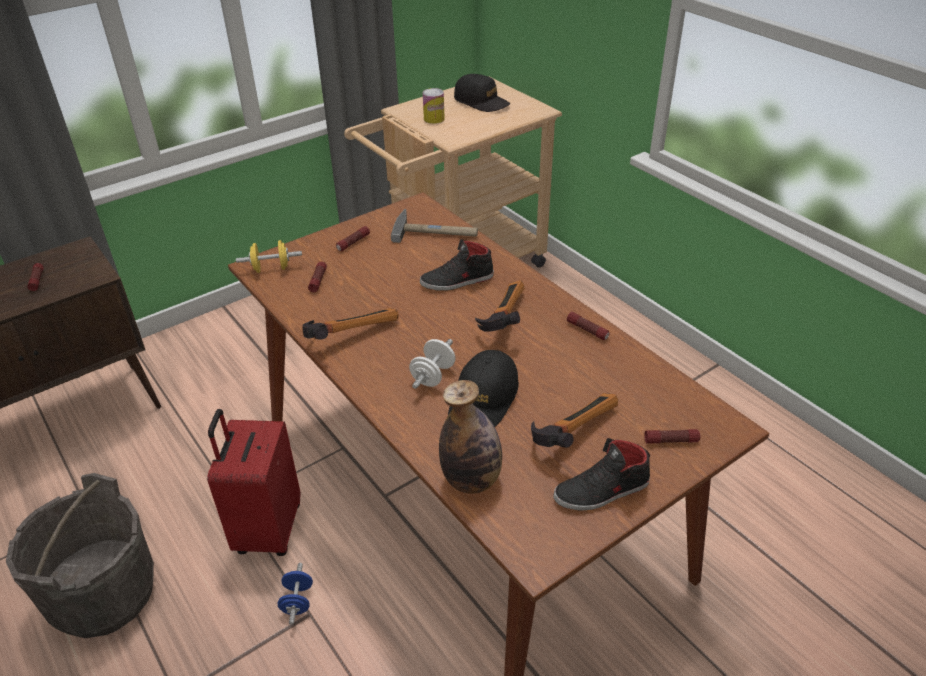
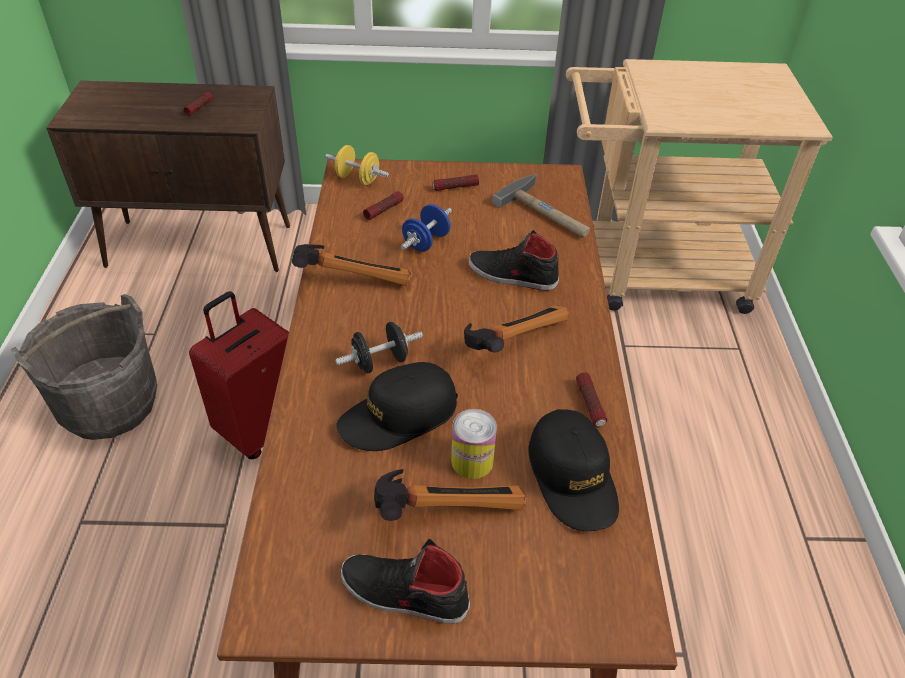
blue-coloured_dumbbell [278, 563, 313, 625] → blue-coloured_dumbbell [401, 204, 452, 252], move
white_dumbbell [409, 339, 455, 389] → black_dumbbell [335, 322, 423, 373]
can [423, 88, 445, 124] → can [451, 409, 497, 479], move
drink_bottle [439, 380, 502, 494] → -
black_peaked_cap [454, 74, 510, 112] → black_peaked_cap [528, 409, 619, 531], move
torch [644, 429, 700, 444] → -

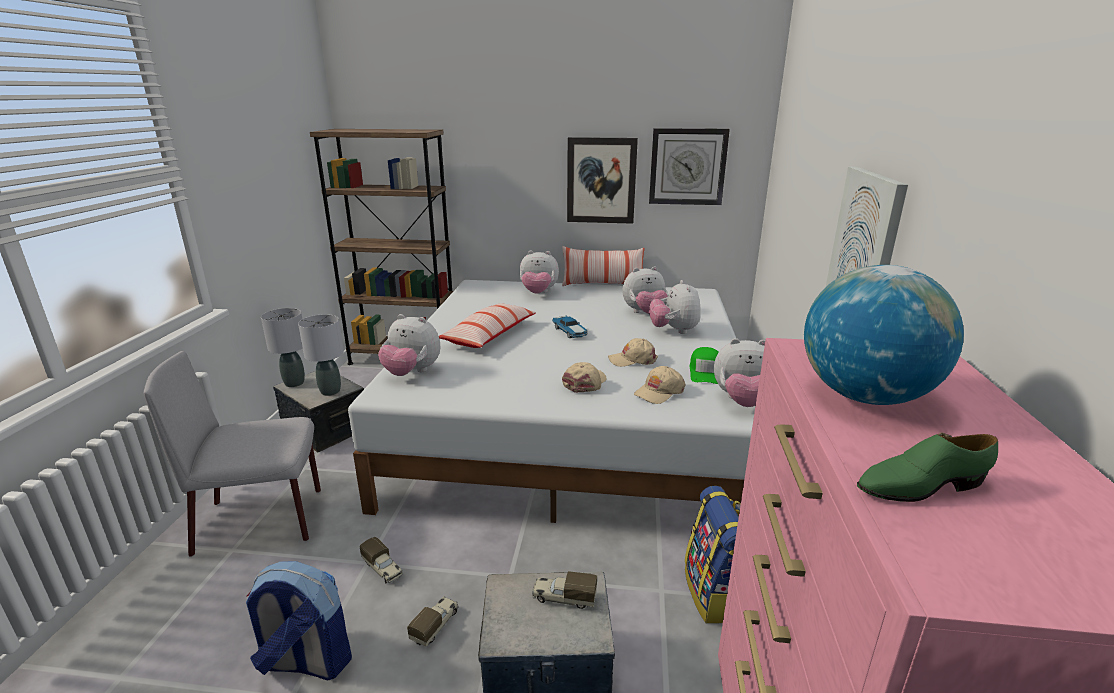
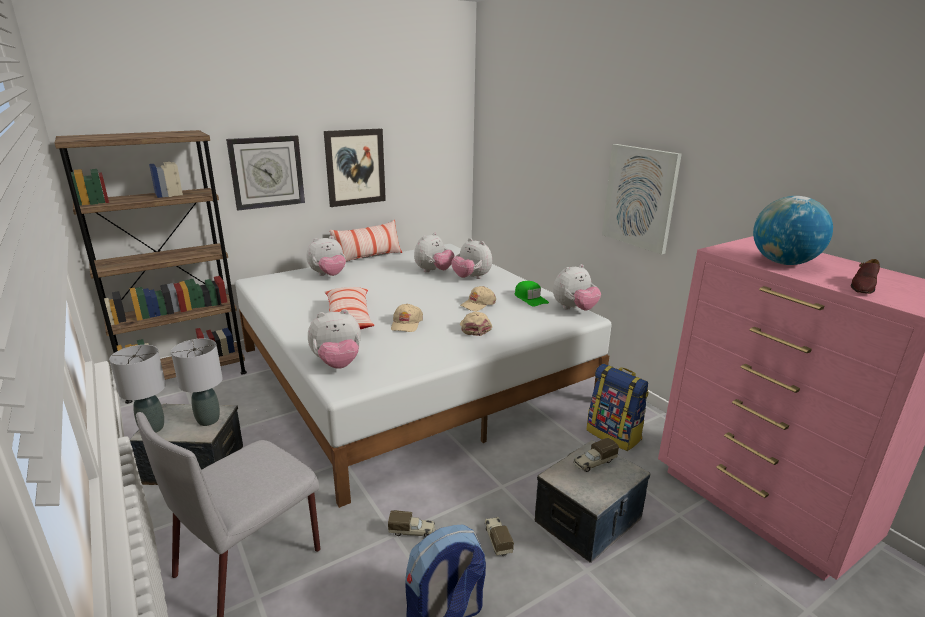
toy_car [552, 316, 588, 338] → -
sand-coloured_peaked_cap [634, 366, 686, 404] → sand-coloured_peaked_cap [391, 303, 423, 332], move
clock_on_the_wall [649, 128, 730, 205] → clock_on_the_wall [226, 136, 305, 210], move
green-coloured_item_of_footwear [857, 432, 998, 502] → brownish_item_of_footwear [851, 259, 880, 294]

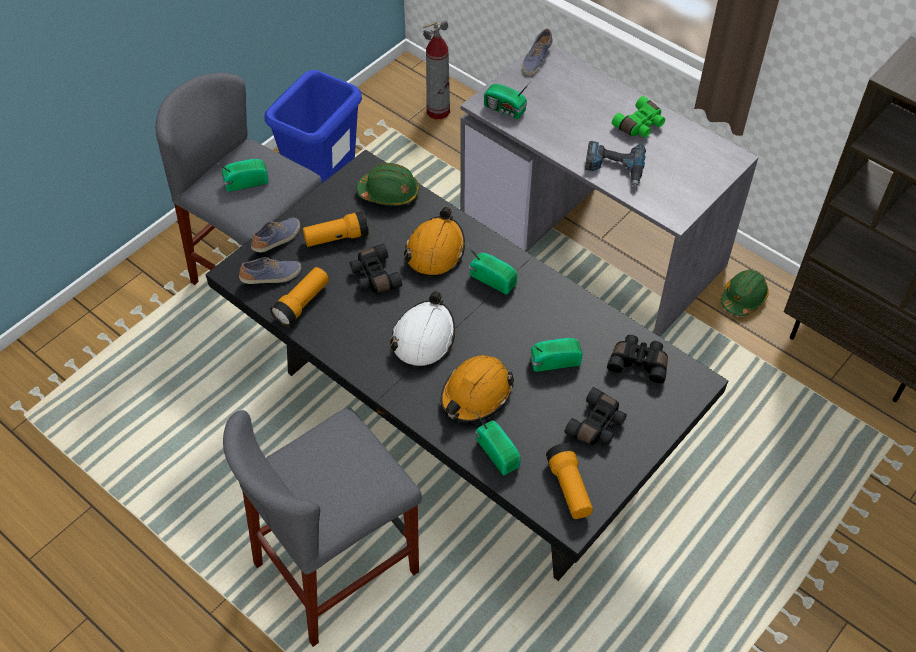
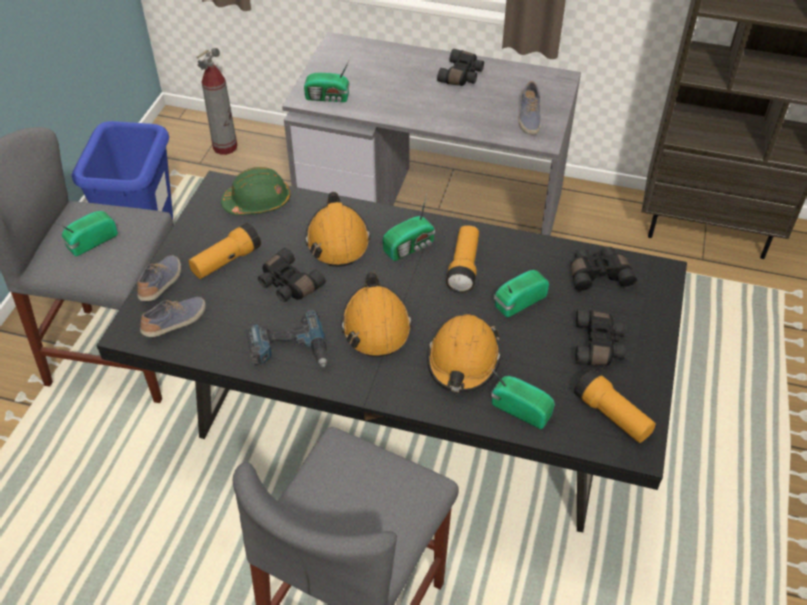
torch [270, 267, 329, 326] → torch [446, 225, 479, 293], move
white_work_helmet [390, 291, 455, 367] → orange_work_helmet [341, 272, 412, 357]
radio_receiver [467, 245, 518, 295] → radio_receiver [383, 194, 435, 261], 135 degrees clockwise
item_of_footwear [522, 29, 553, 76] → item_of_footwear [518, 81, 541, 135], move
drill [585, 141, 646, 187] → drill [246, 310, 327, 368], move
green-coloured_field_glasses [612, 96, 665, 138] → black_field_glasses [437, 49, 484, 86]
green-coloured_work_helmet [721, 269, 769, 316] → -

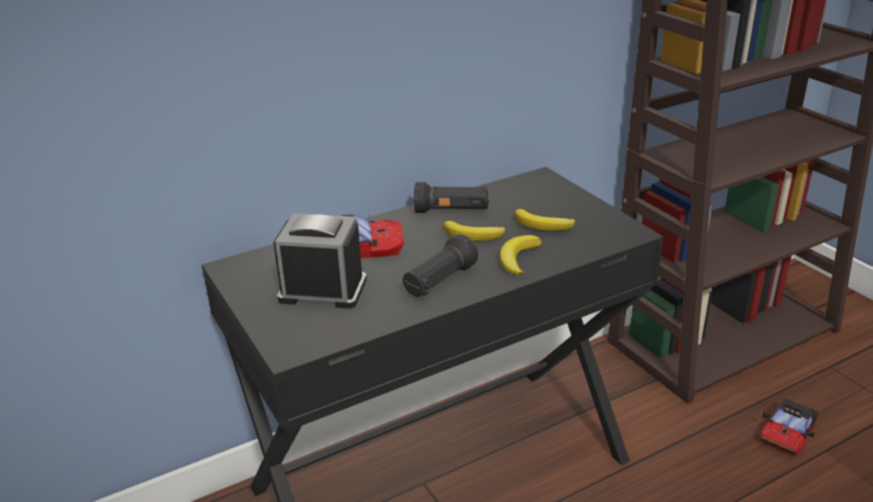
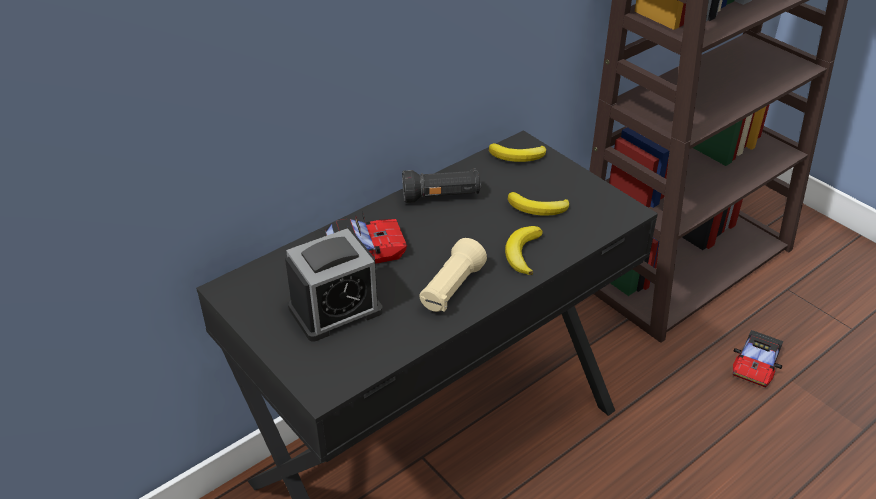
bedside_clock [273, 213, 367, 309] → bedside_clock [285, 228, 383, 342], 150 degrees clockwise
black_torch [403, 234, 478, 297] → sand-coloured_torch [419, 238, 487, 312]
whole_banana [444, 221, 505, 241] → whole_banana [489, 143, 546, 162], move

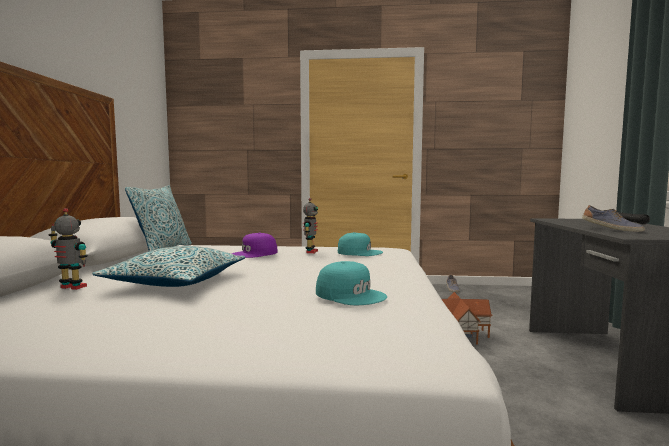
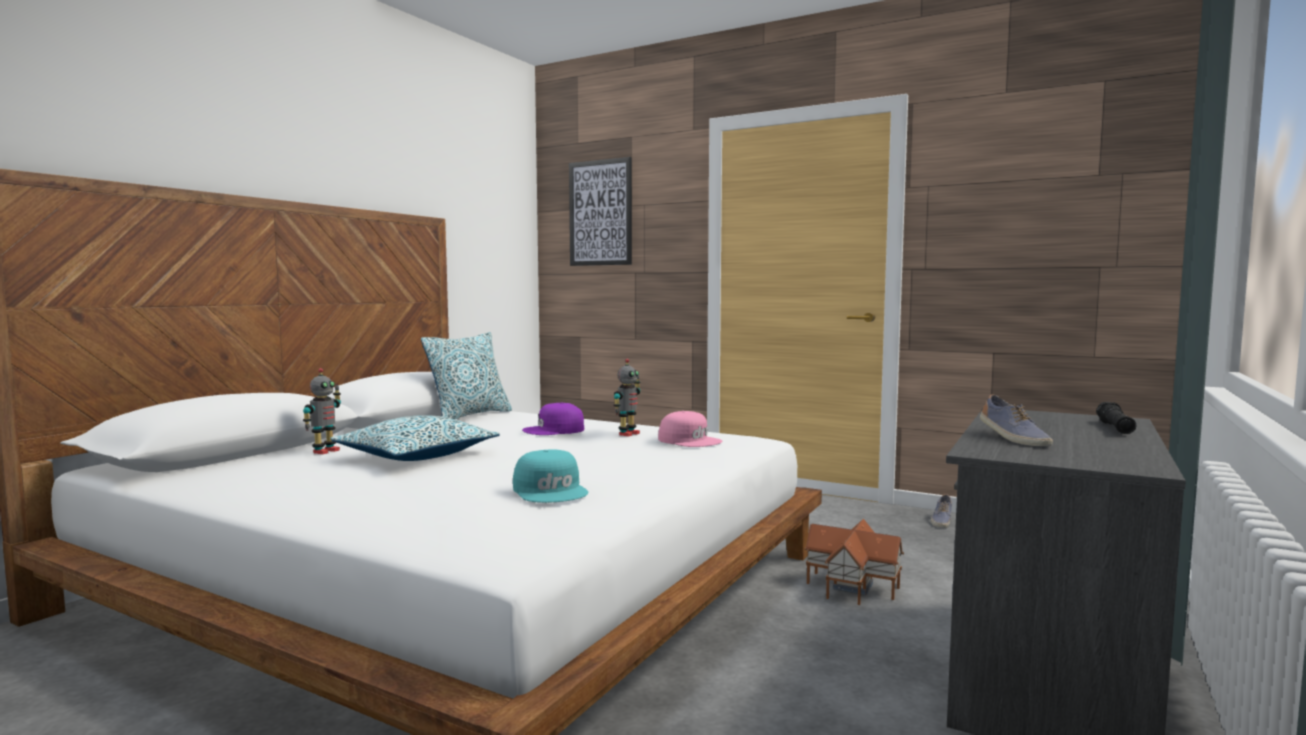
model_robot [49, 208, 88, 290] → model_robot [303, 368, 341, 454], 75 degrees clockwise
blue-green_peaked_cap [338, 232, 383, 256] → pinkish_peaked_cap [658, 411, 722, 447]
- → wall_art [569, 157, 632, 266]

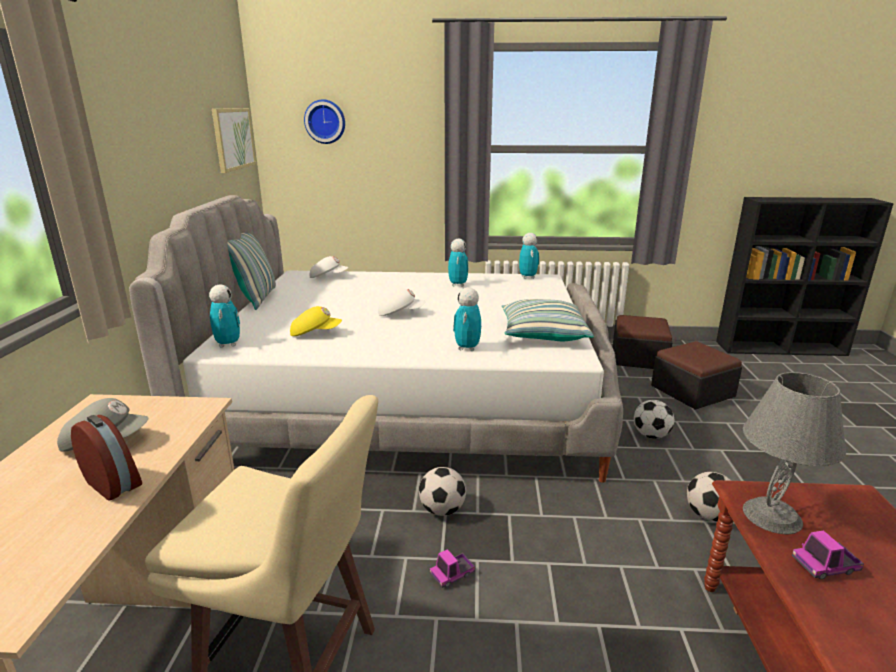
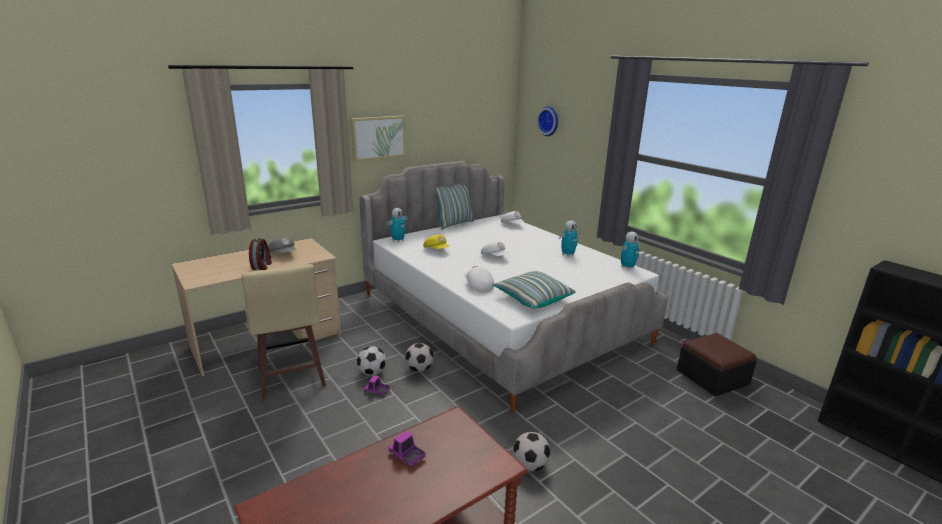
wall_art [212, 108, 256, 173] → wall_art [351, 116, 406, 161], move
model_robot [453, 287, 481, 351] → white_peaked_cap [465, 266, 494, 293]
football [633, 400, 674, 439] → football [357, 346, 386, 376], move
ottoman [651, 341, 742, 410] → -
grey_lamp_for_a_table [743, 372, 846, 534] → -

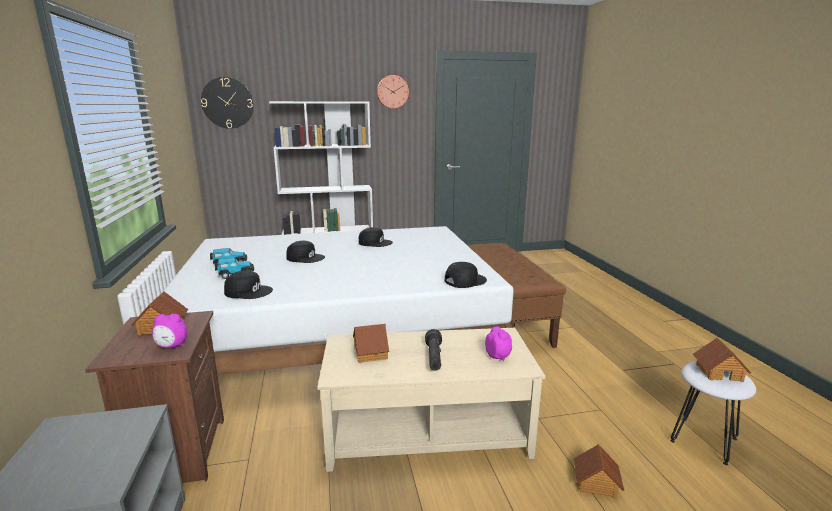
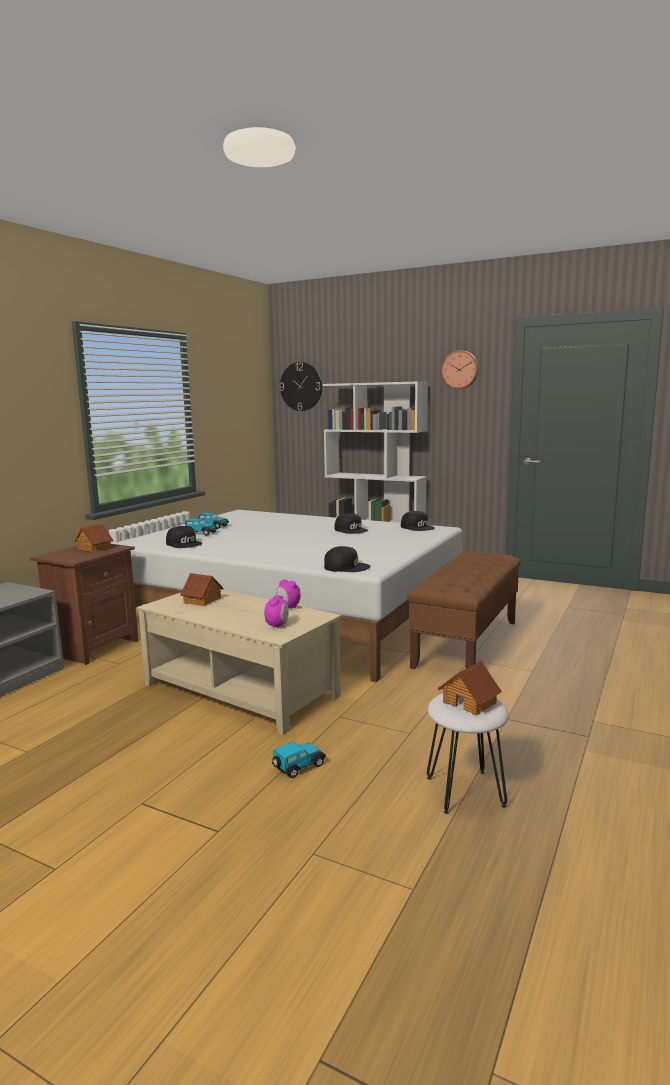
bedside_clock [152, 314, 187, 349] → bedside_clock [276, 580, 301, 609], move
black_peaked_cap [286, 241, 325, 263] → black_peaked_cap [401, 511, 435, 531], move
black_torch [425, 329, 442, 371] → -
miniature_house [574, 444, 624, 498] → toy_car [272, 741, 326, 778]

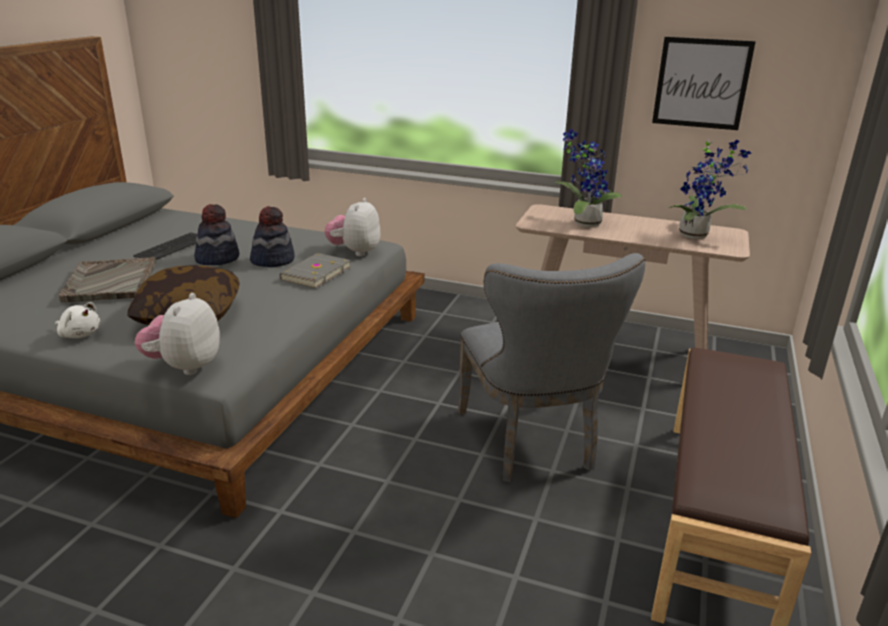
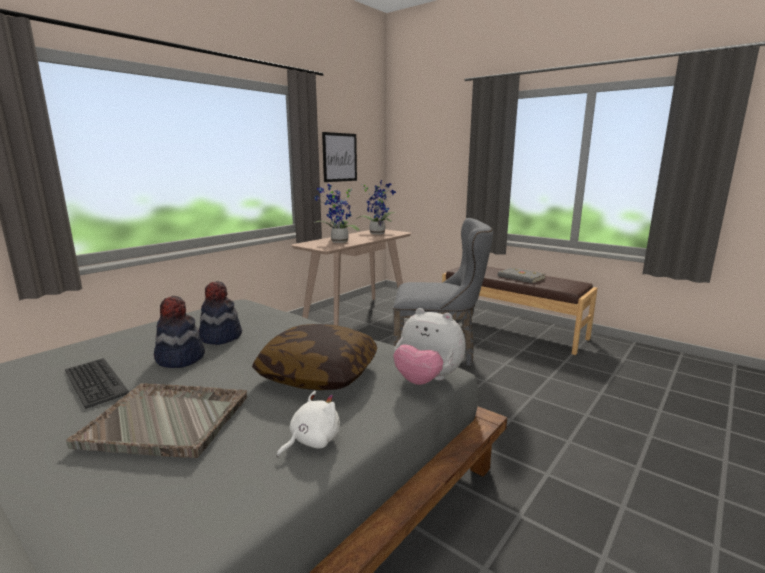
grey_volume [280, 253, 351, 288] → grey_volume [498, 268, 546, 284], move
soft_toy [324, 198, 380, 256] → -

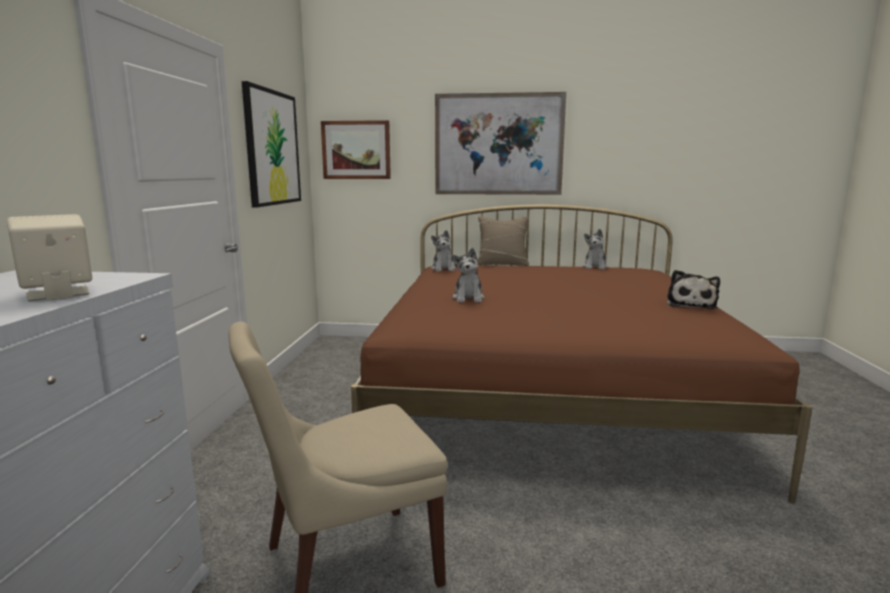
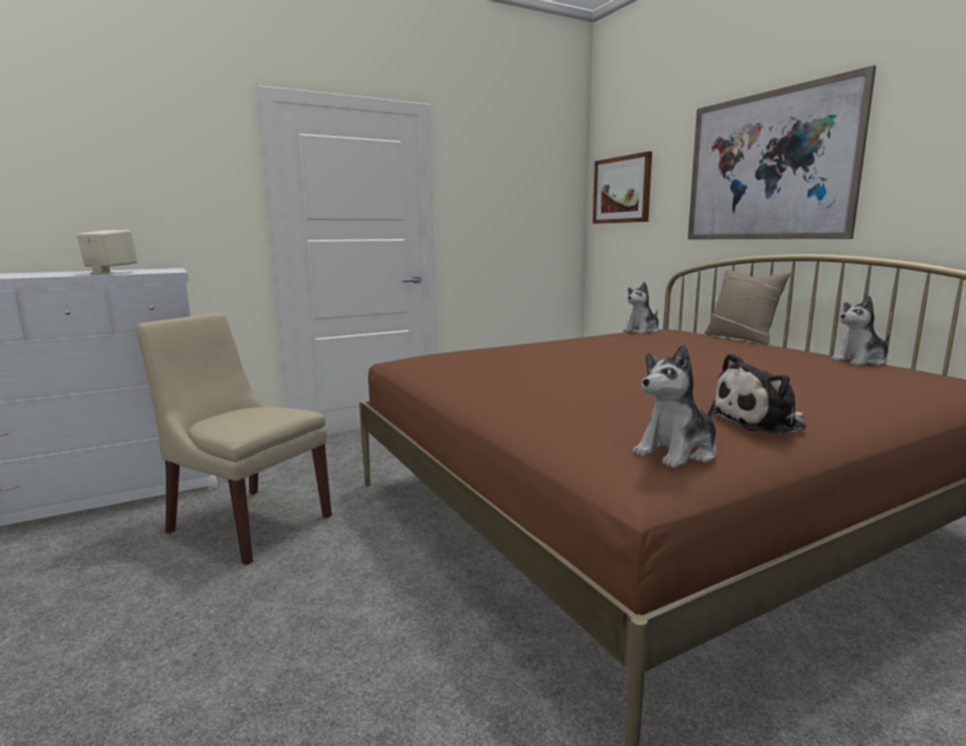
wall_art [242, 81, 301, 208] → -
soft_toy [452, 248, 485, 303] → soft_toy [633, 344, 717, 468], move

